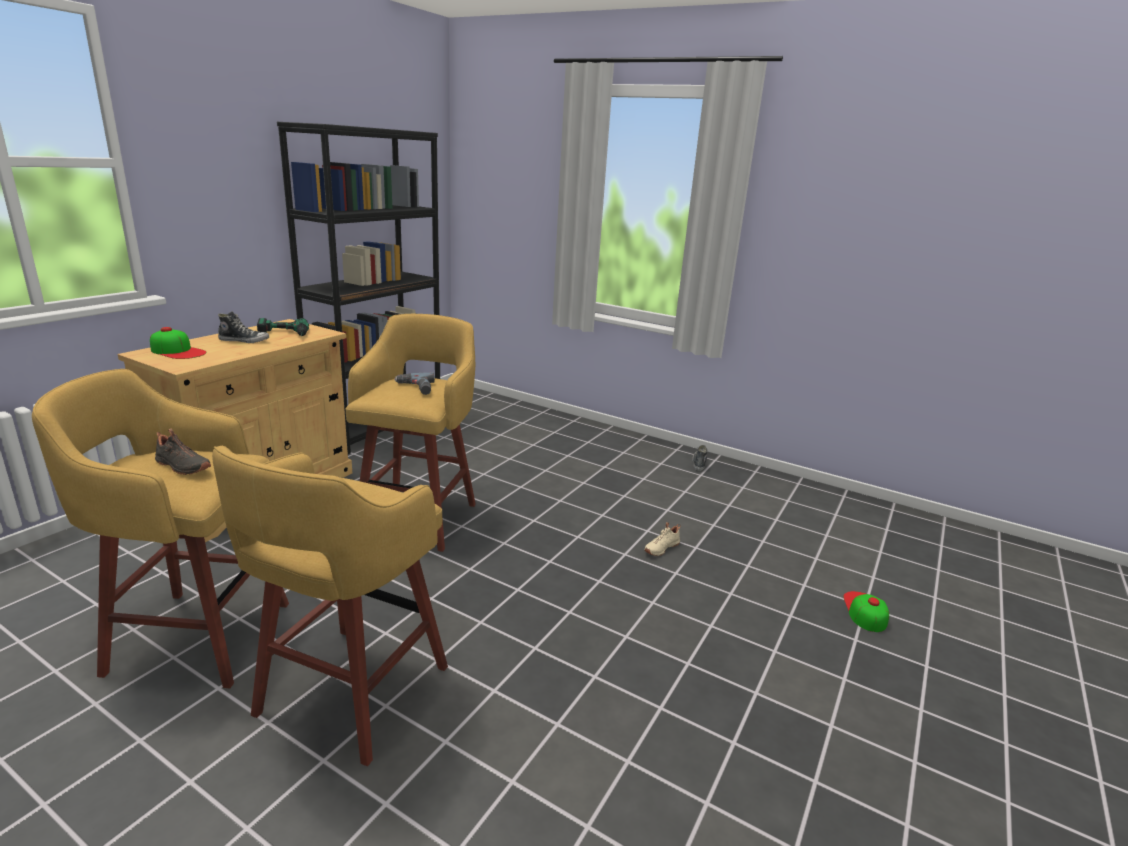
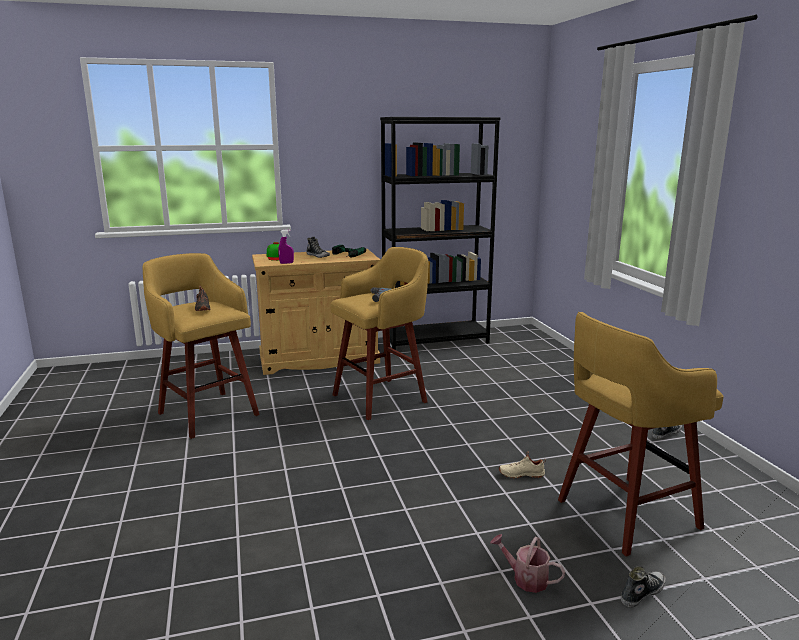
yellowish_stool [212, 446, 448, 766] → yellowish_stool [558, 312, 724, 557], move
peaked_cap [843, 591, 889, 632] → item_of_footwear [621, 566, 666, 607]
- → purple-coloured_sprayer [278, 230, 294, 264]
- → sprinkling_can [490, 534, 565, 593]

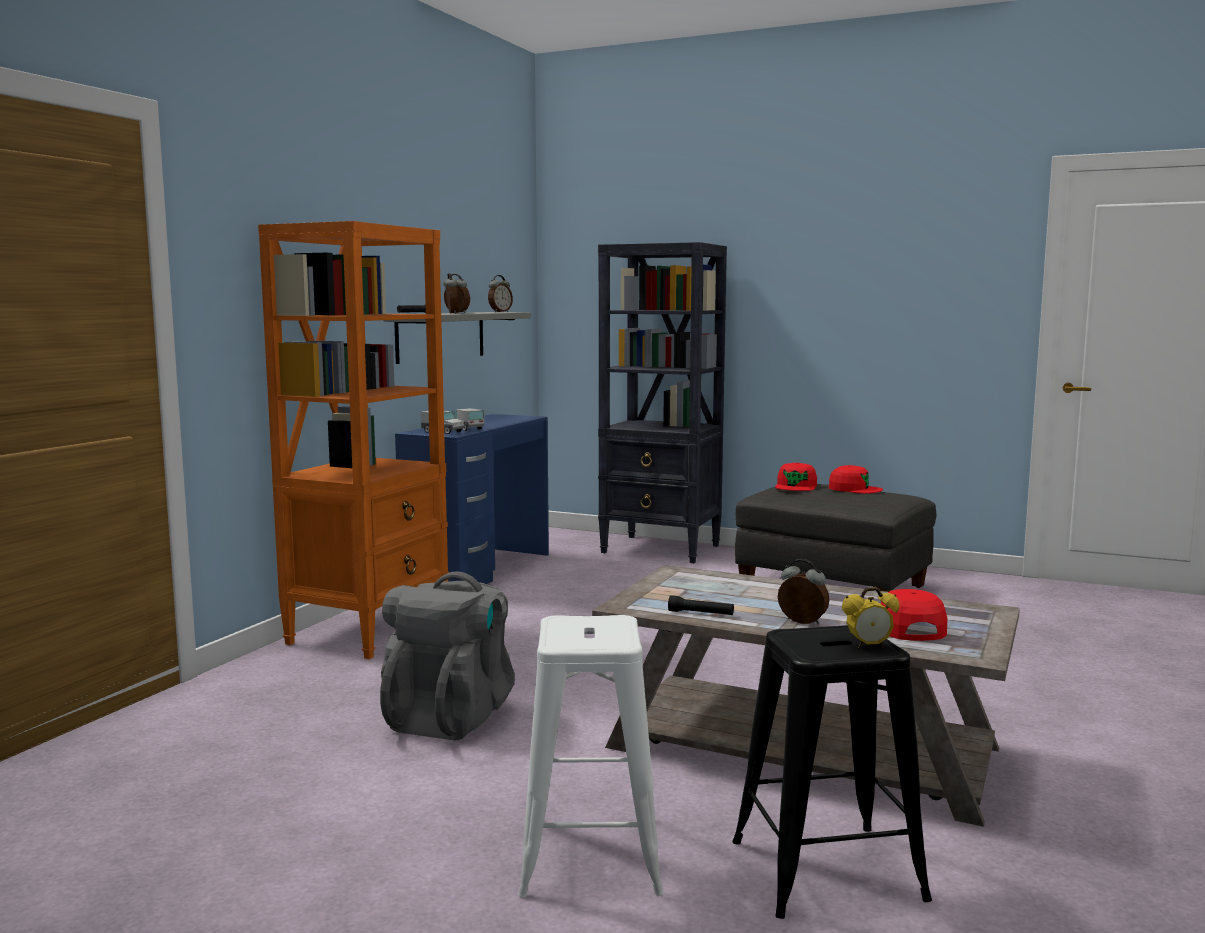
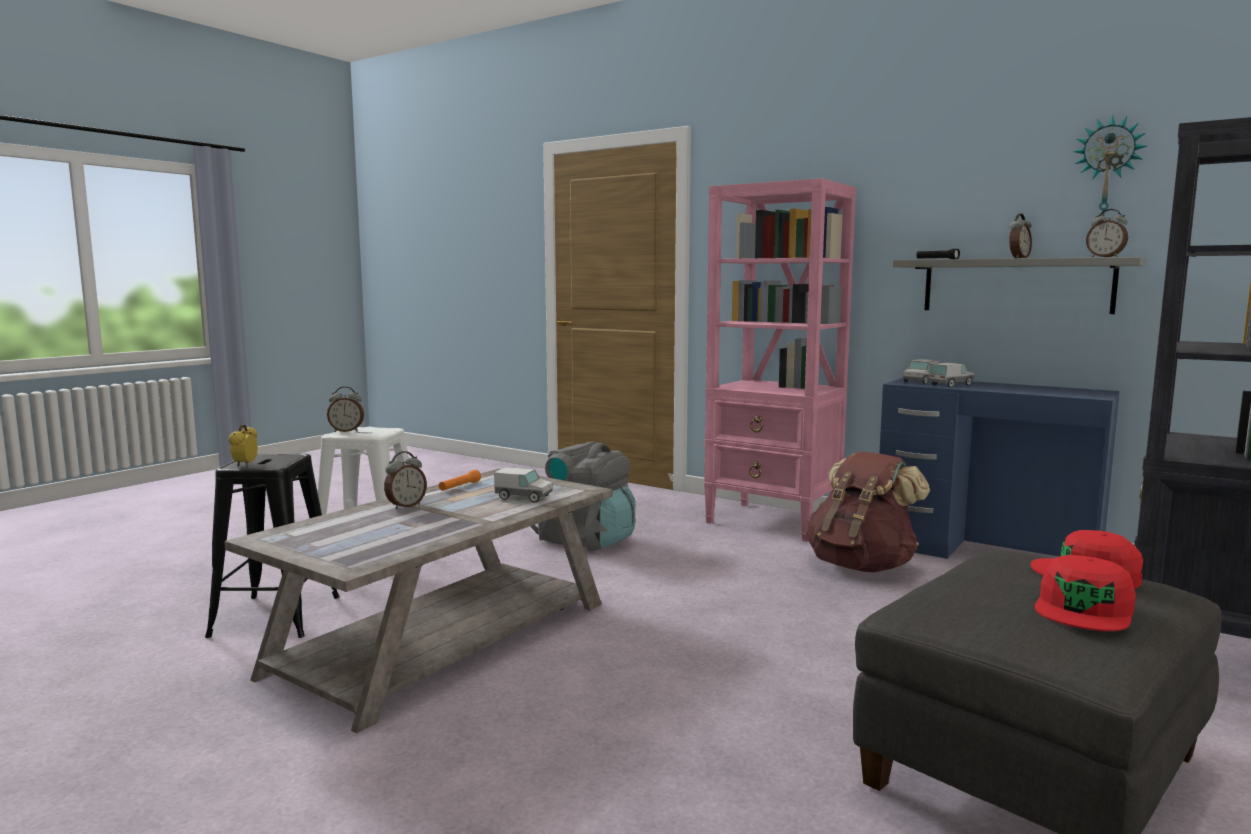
orange_bookshelf [258, 221, 449, 659] → pinkish_bookshelf [704, 178, 856, 542]
bedside_clock [443, 273, 459, 314] → bedside_clock [327, 387, 364, 432], move
black_torch [668, 595, 734, 615] → orange_torch [439, 470, 481, 491]
reddish_peaked_cap [881, 589, 948, 641] → -
- → toy_truck [494, 467, 553, 503]
- → brownish_rucksack [806, 452, 930, 572]
- → clock_on_the_wall [1073, 115, 1147, 216]

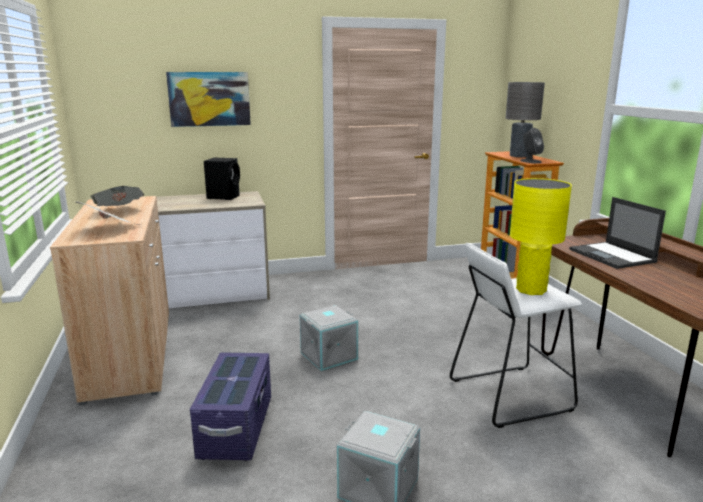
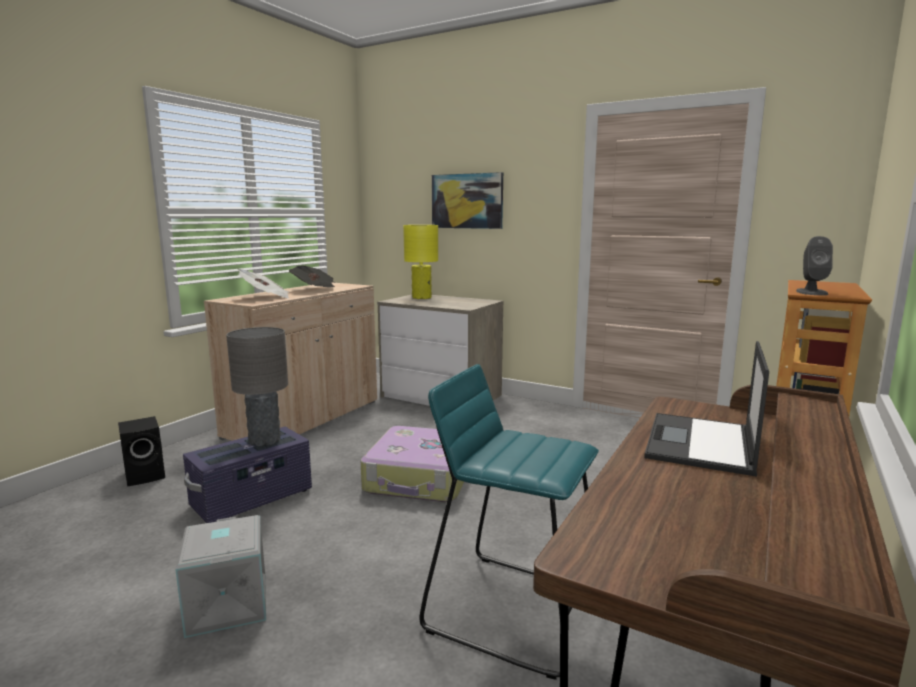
black_audio_speaker [204, 158, 240, 200] → black_audio_speaker [118, 416, 165, 486], move
grey_storage_bin [300, 305, 358, 371] → piece_of_luggage [361, 426, 464, 502]
white_stool [450, 243, 582, 428] → blue-green_stool [419, 364, 599, 680]
grey_lamp_for_a_table [506, 82, 545, 157] → grey_lamp_for_a_table [226, 327, 288, 447], move
yellowish_lamp_for_a_table [510, 178, 572, 295] → yellowish_lamp_for_a_table [403, 225, 438, 299], move

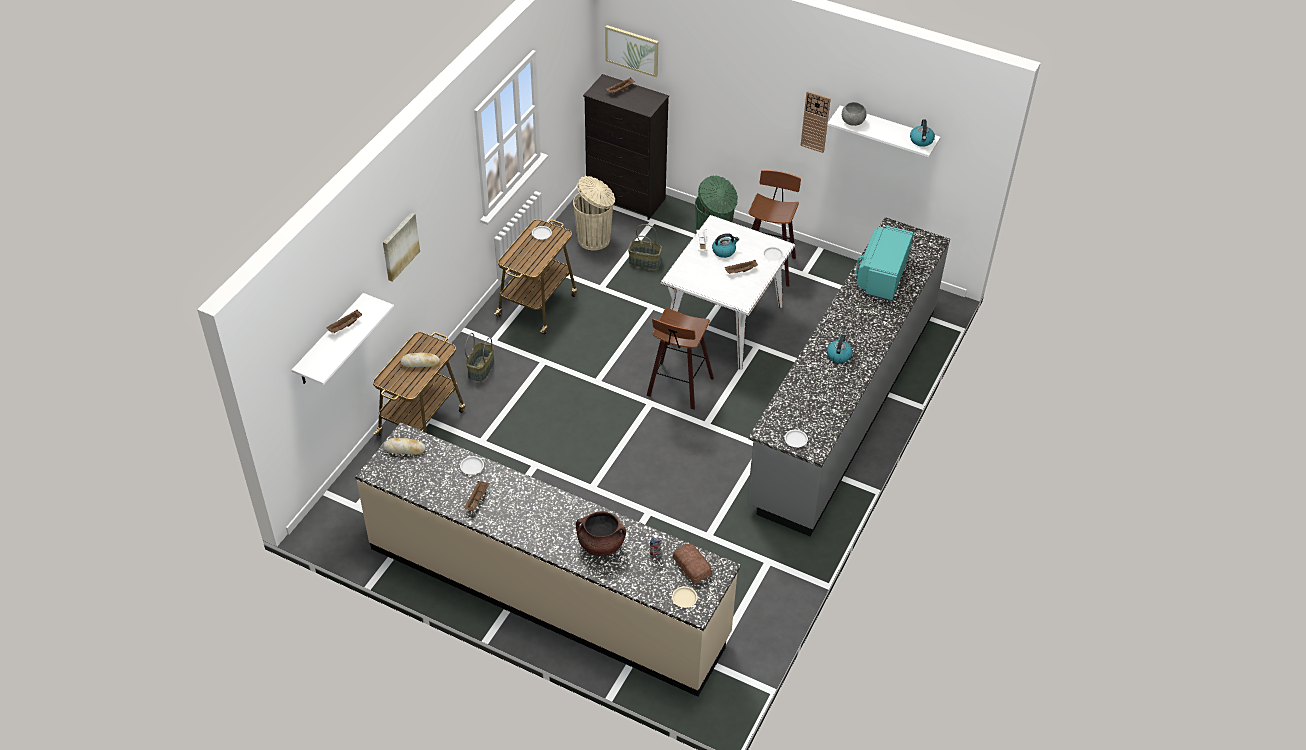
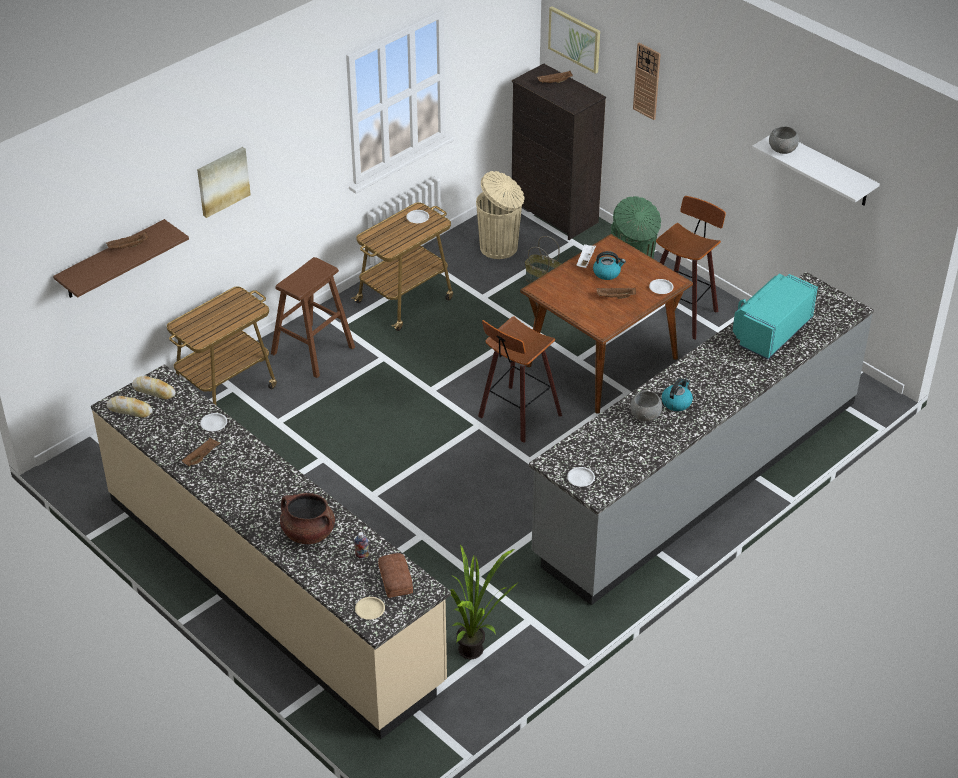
white_wall_shelf [292, 293, 394, 385] → brownish_wall_shelf [53, 219, 189, 298]
bakery_bread [400, 352, 440, 367] → bakery_bread [107, 396, 152, 418], move
storage_basket [465, 333, 494, 382] → brownish_stool [271, 257, 355, 378]
white_dining_table [660, 215, 795, 370] → brownish_dining_table [520, 234, 693, 414]
clock_on_the_wall [801, 91, 831, 153] → clock_on_the_wall [633, 43, 661, 120], move
water_kettle [910, 120, 935, 147] → -
- → houseplant [451, 544, 519, 659]
- → grey_serving_bowl [631, 391, 662, 422]

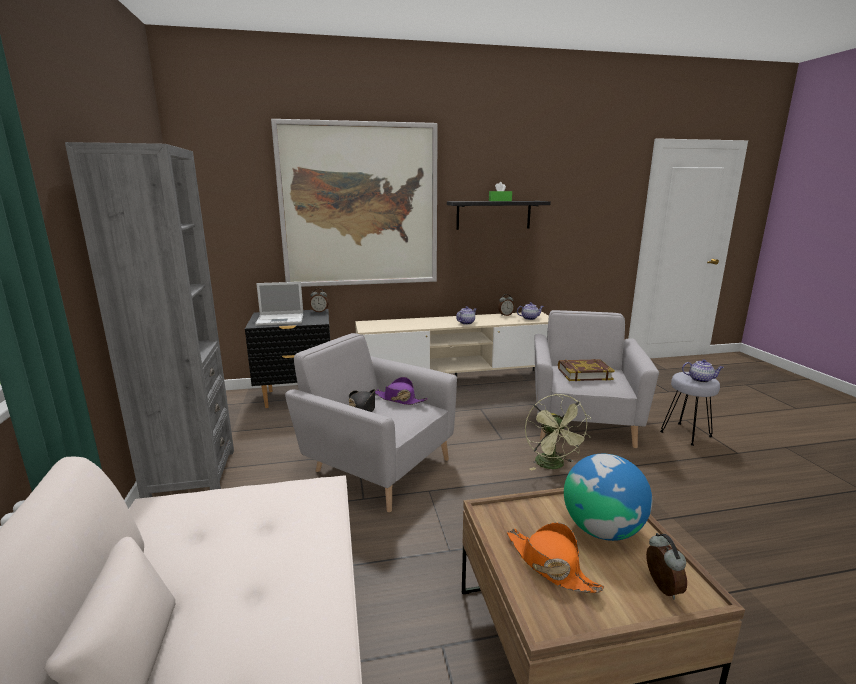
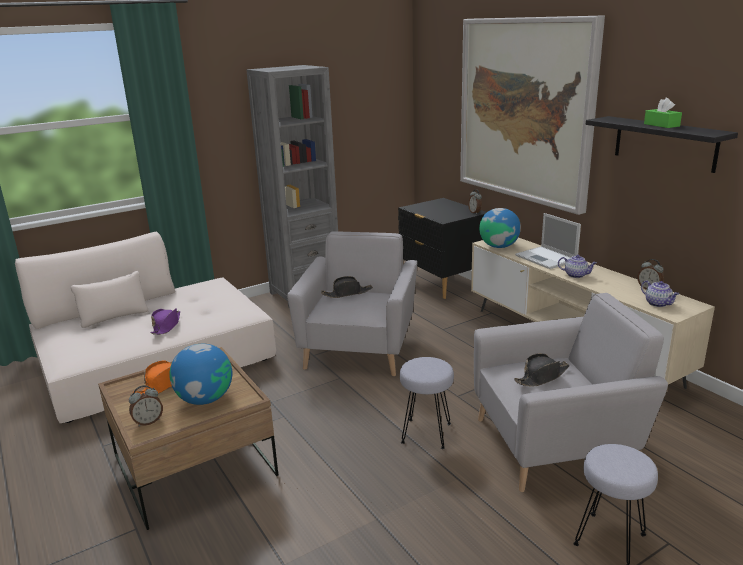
laptop [255, 282, 303, 326] → laptop [515, 213, 581, 269], move
purple-coloured_clothing_hat [375, 377, 428, 405] → purple-coloured_clothing_hat [150, 308, 180, 335], move
green-coloured_cooling_fan [525, 394, 591, 471] → grey_stool [400, 357, 454, 449]
volume [558, 359, 615, 381] → black_clothing_hat [514, 353, 570, 387]
pot_for_tea [682, 359, 724, 383] → -
- → desk_globe [479, 208, 521, 248]

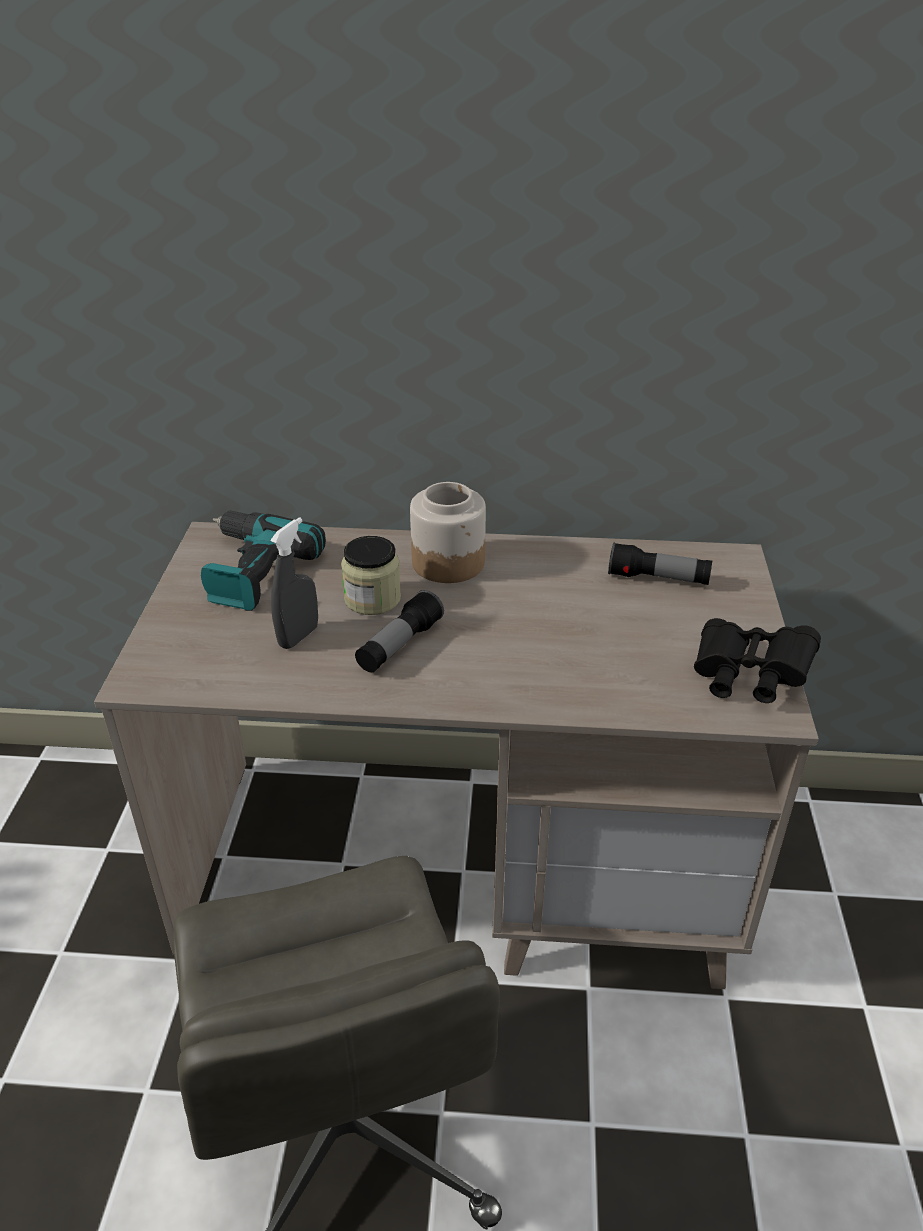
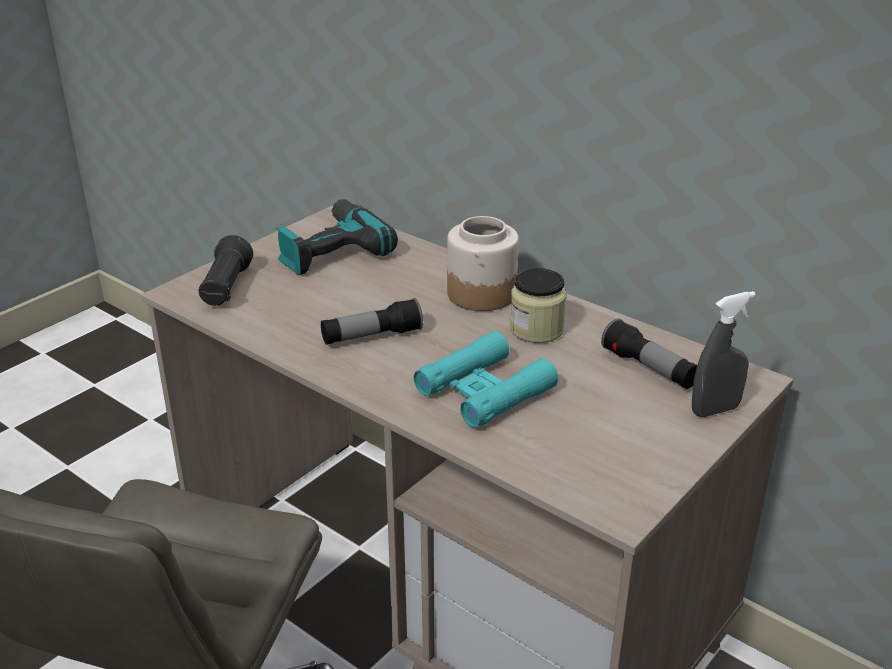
grey_sprayer [270, 517, 318, 649] → grey_sprayer [692, 291, 756, 417], move
jar [341, 536, 401, 615] → jar [510, 268, 567, 343], move
black_field_glasses [694, 618, 821, 703] → -
- → black_torch [199, 235, 253, 306]
- → blue-green_field_glasses [414, 331, 558, 427]

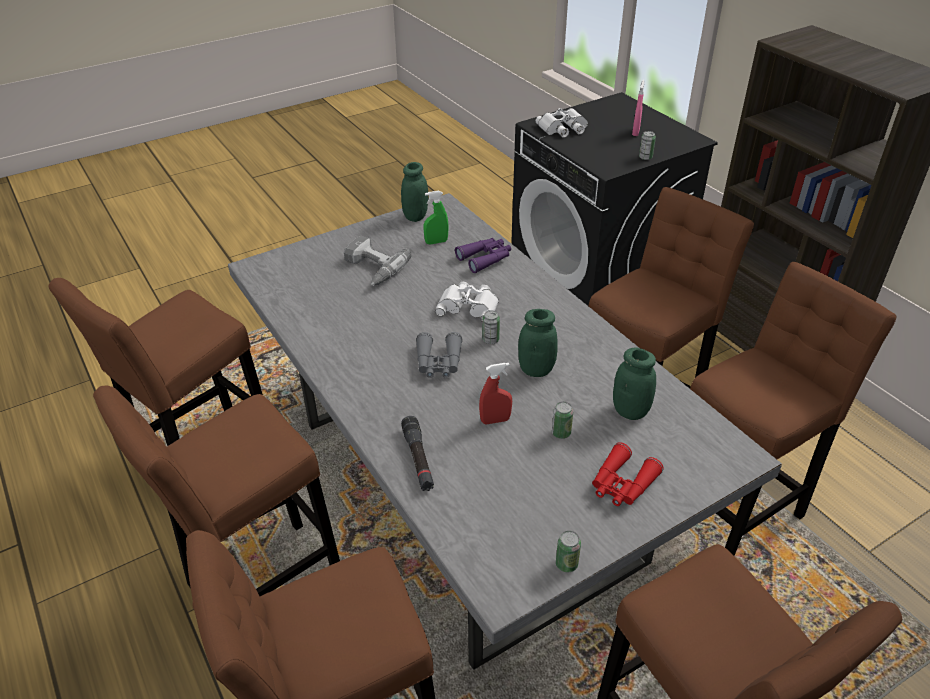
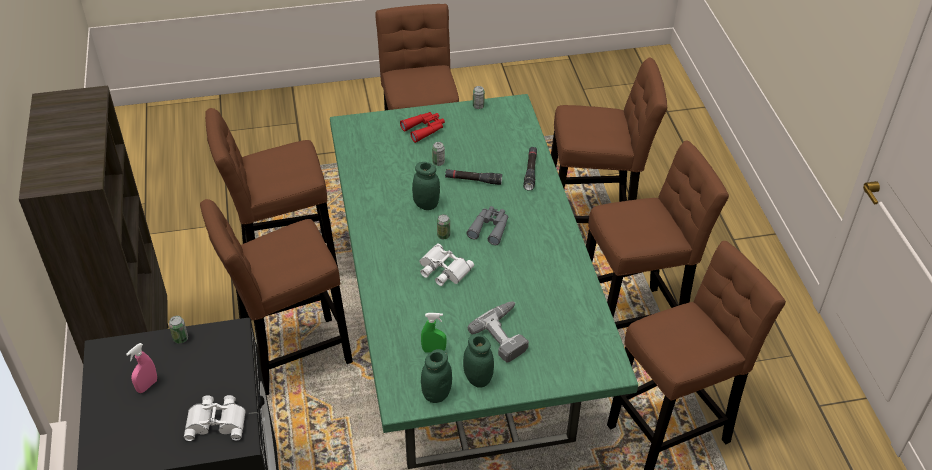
grey_dining_table [228, 193, 782, 670] → green-coloured_dining_table [330, 94, 638, 469]
purple-coloured_field_glasses [455, 238, 511, 273] → -
reddish_sprayer [479, 363, 512, 425] → black_torch [445, 169, 502, 185]
green-coloured_jar [613, 348, 656, 420] → green-coloured_jar [463, 334, 494, 388], move

